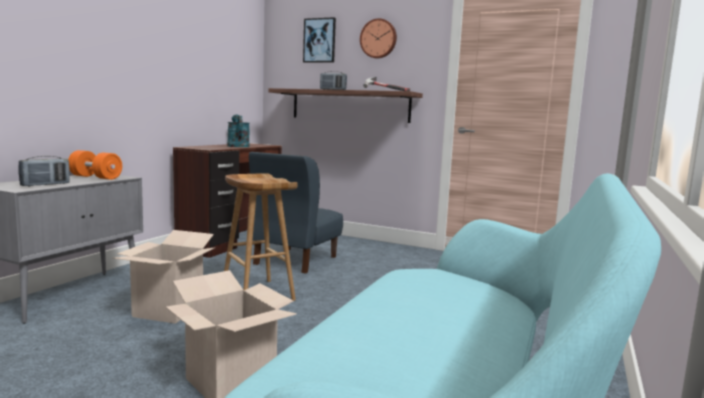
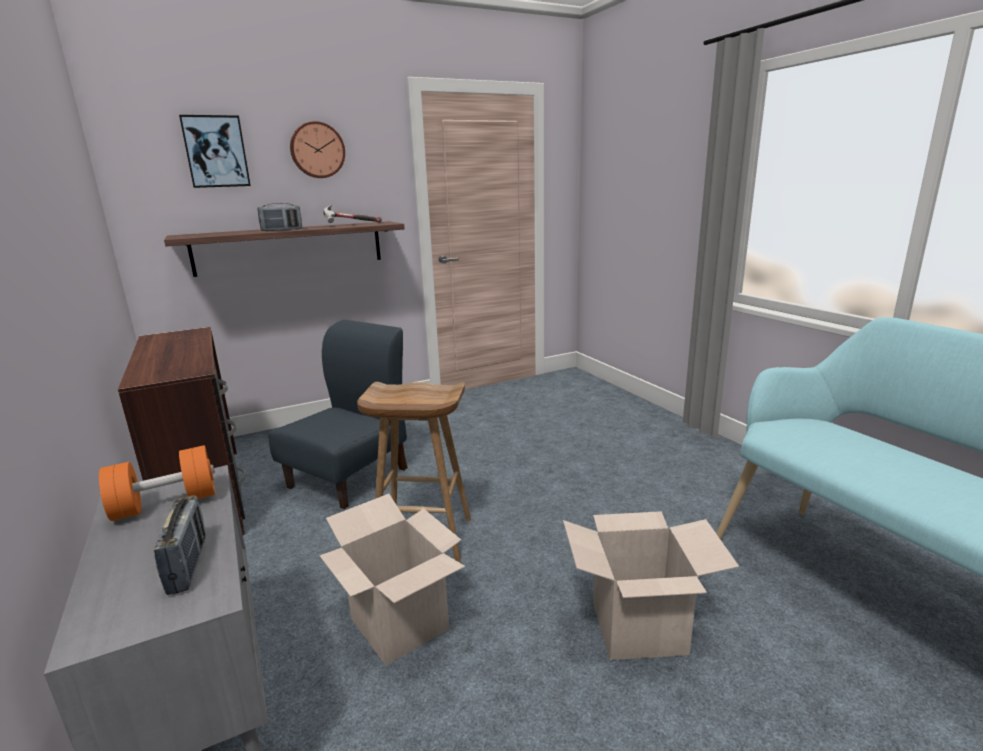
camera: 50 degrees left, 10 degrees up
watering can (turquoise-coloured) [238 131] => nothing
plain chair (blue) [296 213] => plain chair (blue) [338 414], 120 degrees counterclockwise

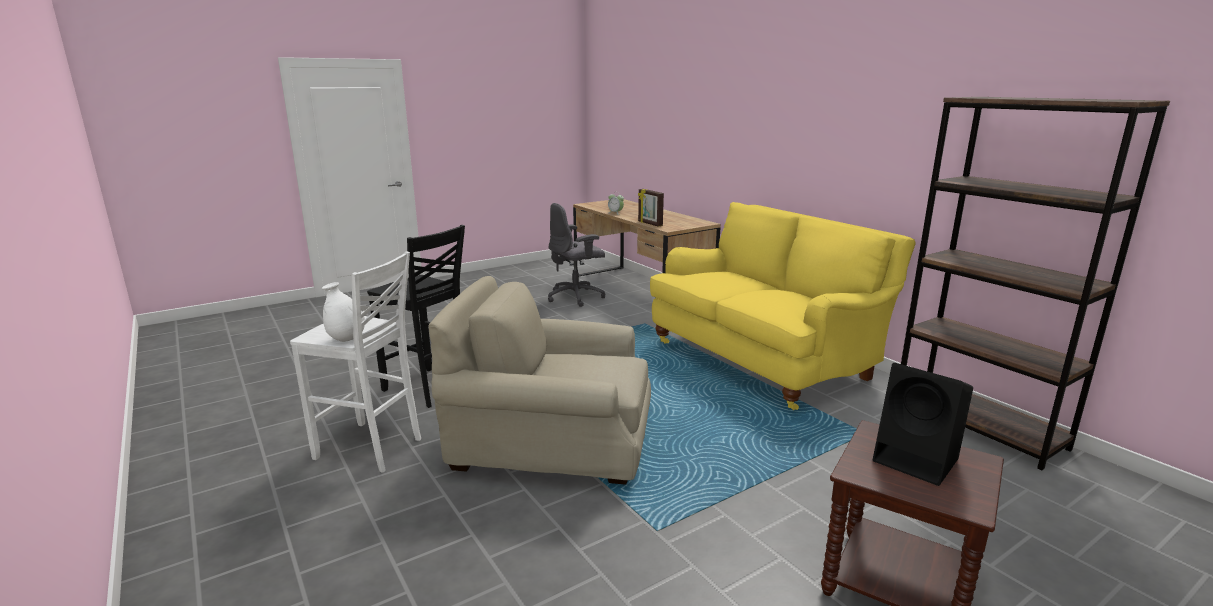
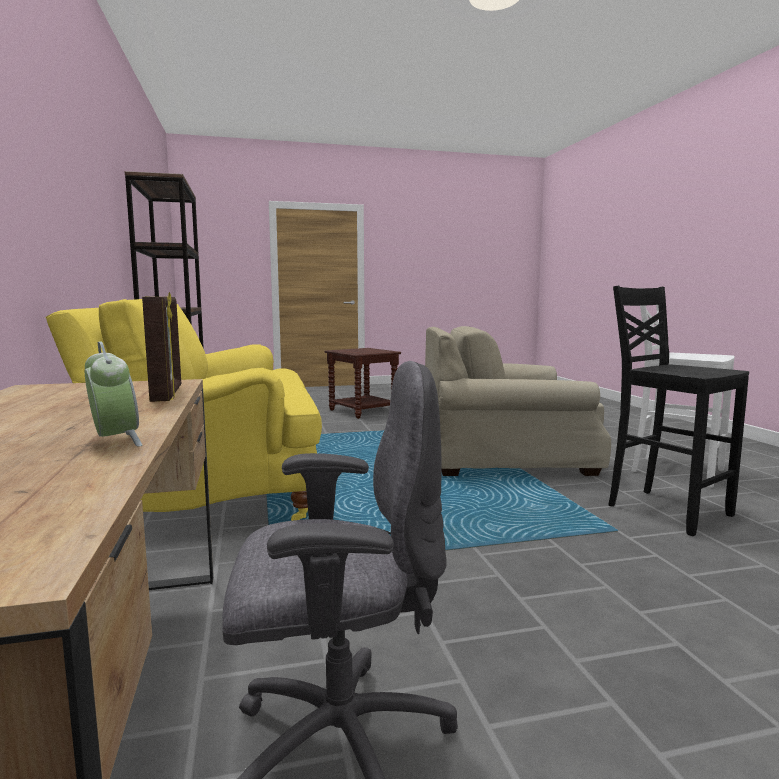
camera: 160 degrees left, 10 degrees down
easy chair (beige-coloured) [540 380] => easy chair (beige-coloured) [518 401], 150 degrees clockwise
vase (white) [343 312] => nothing
speaker (black-coloured) [923 424] => nothing

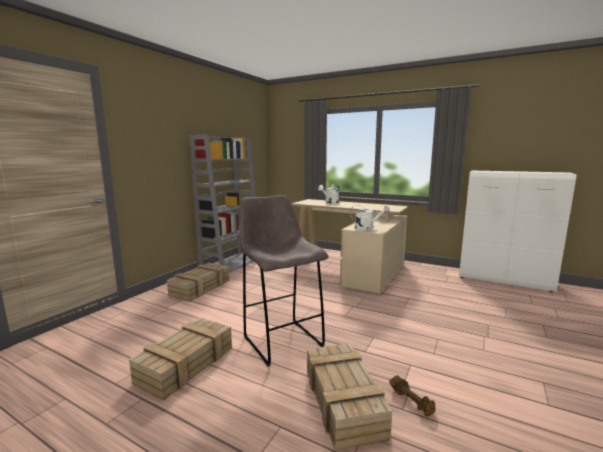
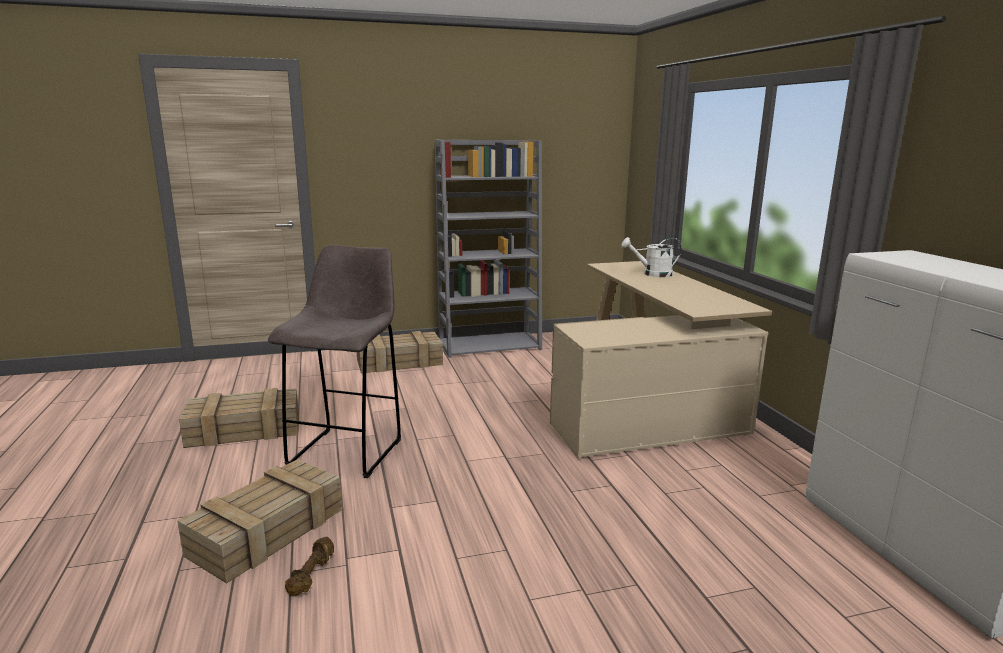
camera: 45 degrees right, 5 degrees up
watering can (white) [370 218] => nothing

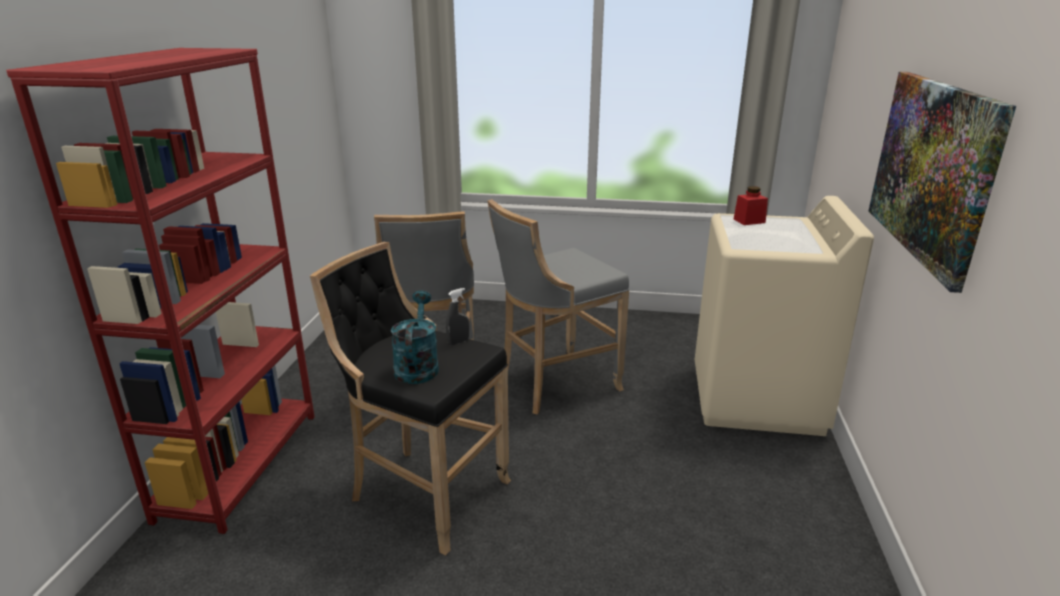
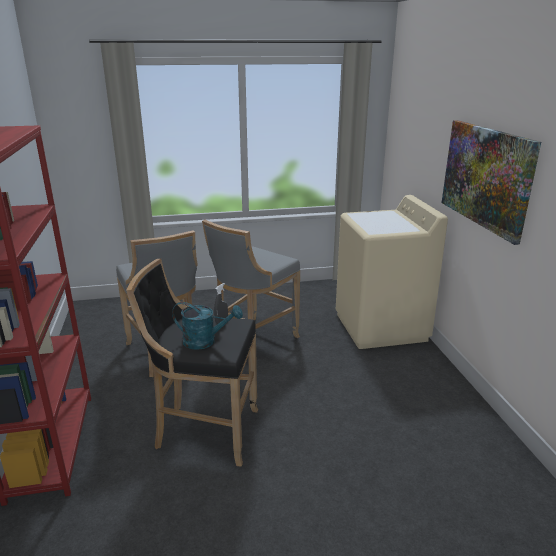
camera: 20 degrees left, 0 degrees up
storage jar (red) [750 205] => nothing
watering can (turquoise-coloured) [415 337] => watering can (turquoise-coloured) [207 326], 120 degrees clockwise

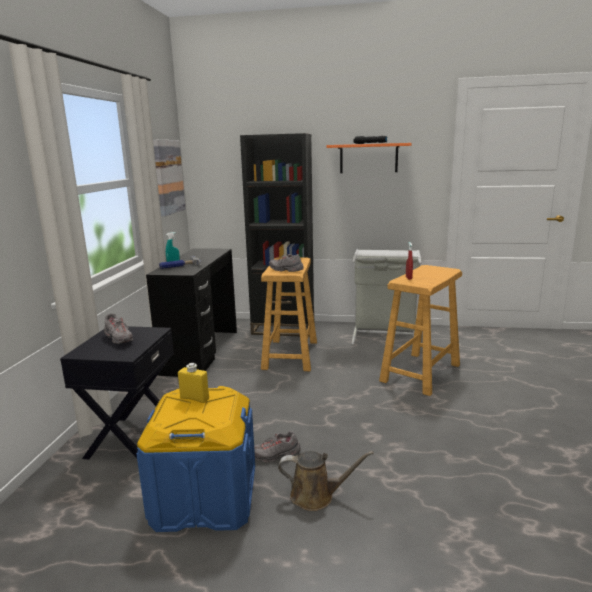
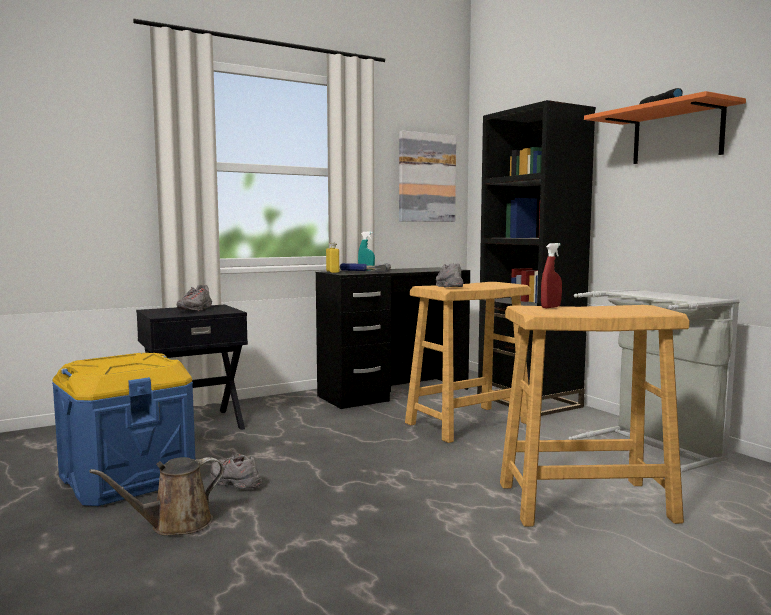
camera: 50 degrees right, 10 degrees down
bottle (yellow-coloured) [193 383] => bottle (yellow-coloured) [332 257], move
watering can (brown-coloured) [326 481] => watering can (brown-coloured) [156 496], 90 degrees clockwise

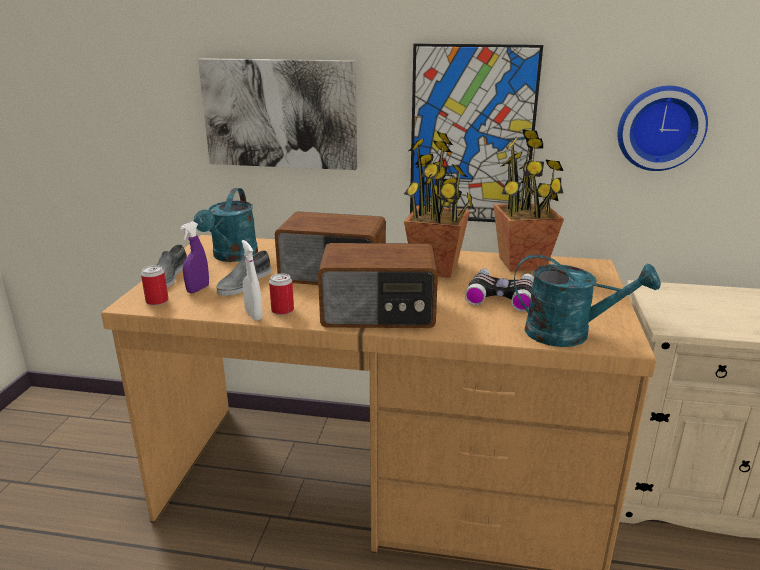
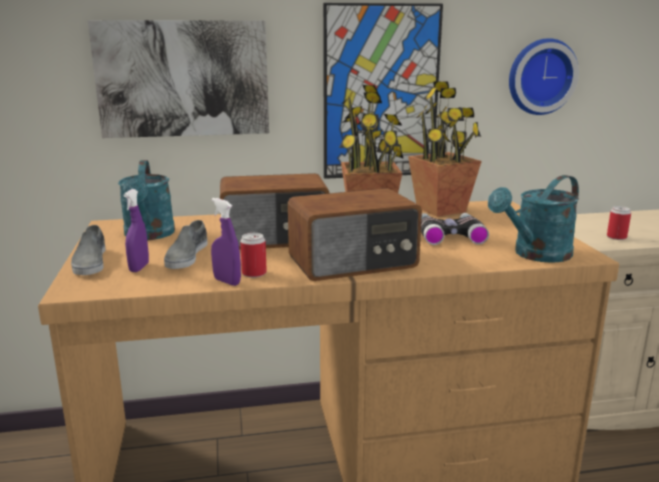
camera: 20 degrees left, 5 degrees down
spray bottle (white) [252 280] => spray bottle (purple-coloured) [226 242]
watering can (turquoise-coloured) [587 300] => watering can (turquoise-coloured) [533 219], 150 degrees clockwise
sealed can [155 285] => sealed can [619 223], move

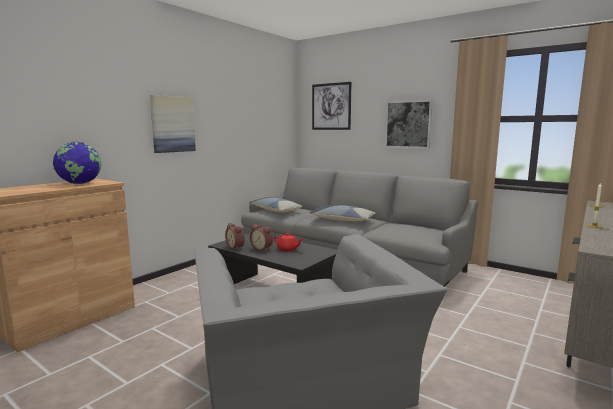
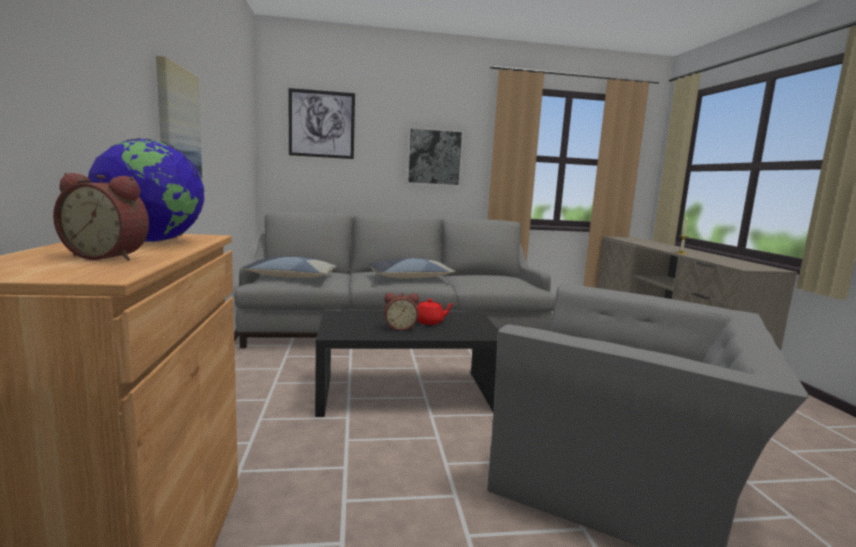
camera: 45 degrees left, 0 degrees up
bedside clock [235 236] => bedside clock [101 217], move

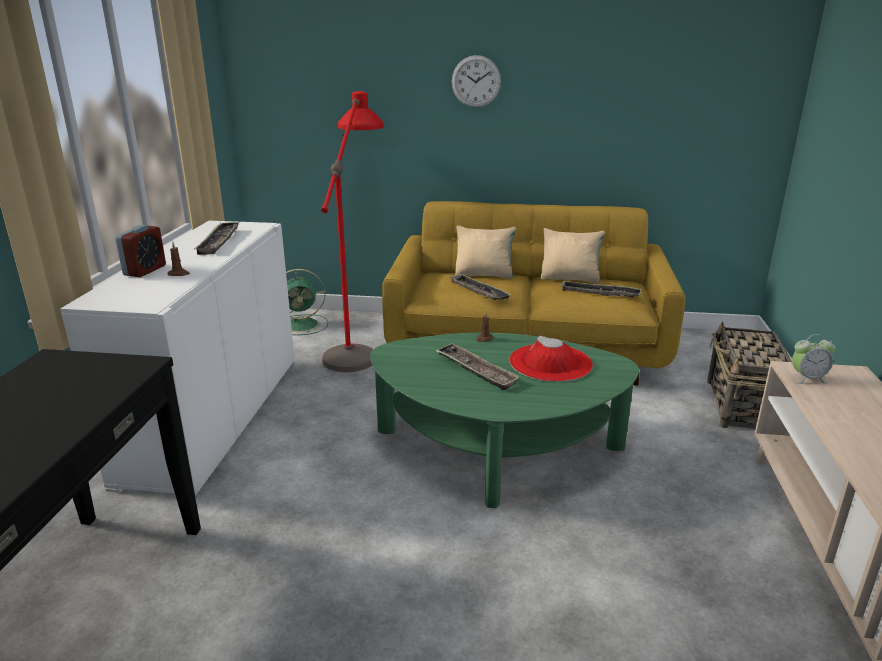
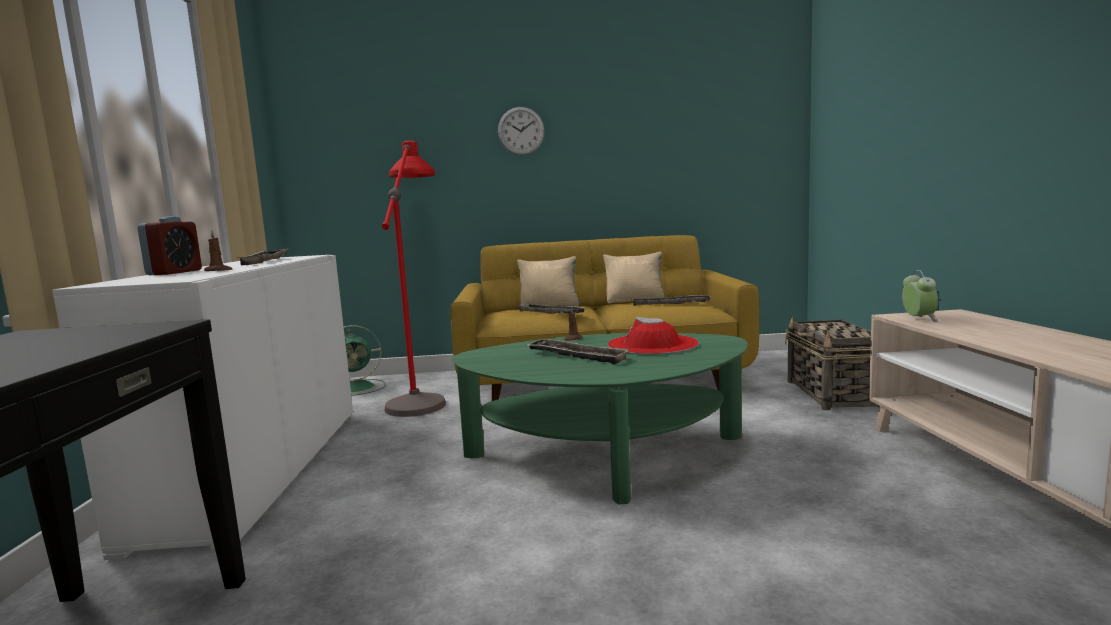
camera: 10 degrees left, 15 degrees down
bedside clock [814 359] => bedside clock [920 296], 75 degrees counterclockwise

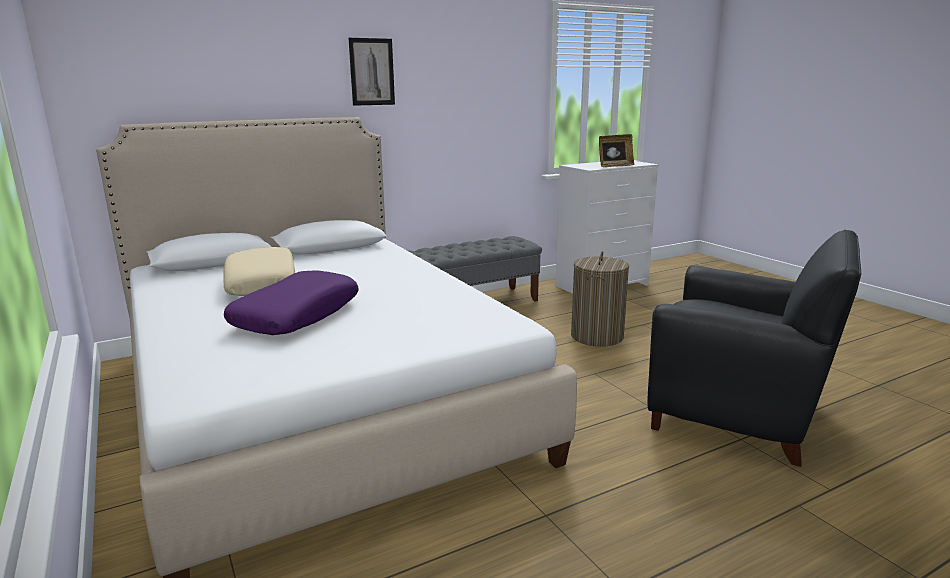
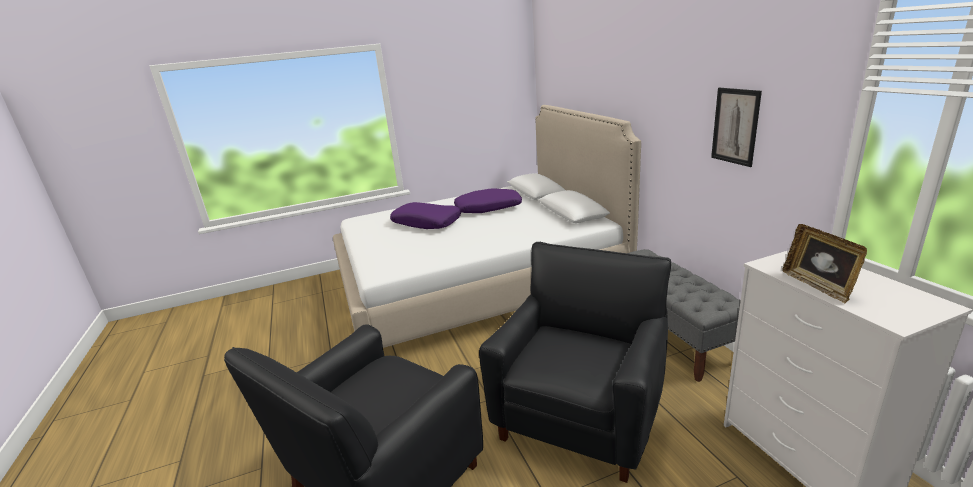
camera: 100 degrees right, 5 degrees up
picture [371 72] => picture [736 127], move
throw pillow (beige-coloured) [259 271] => throw pillow (purple-coloured) [488 200]
hamper [600 299] => easy chair (black-coloured) [575 362]

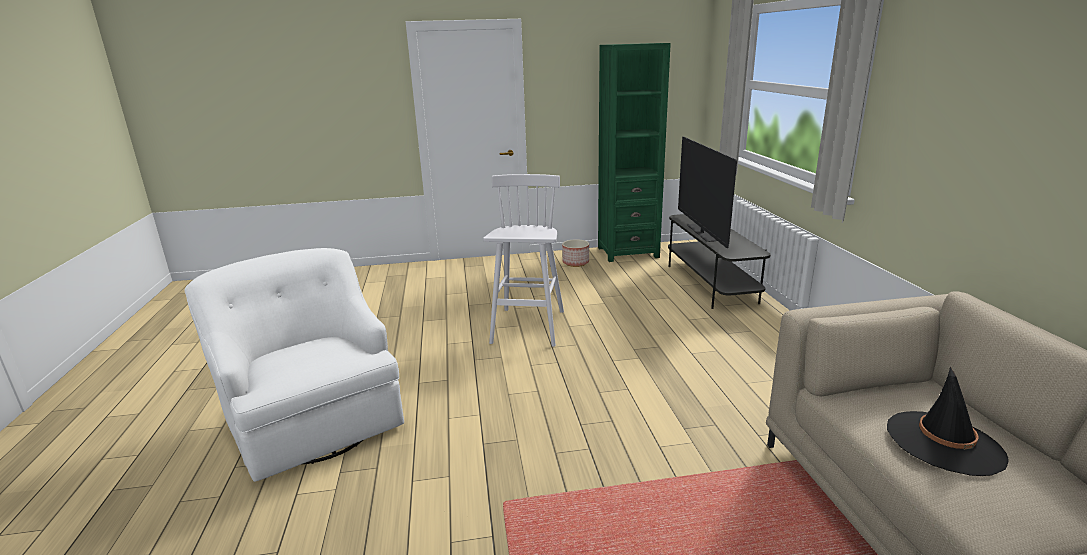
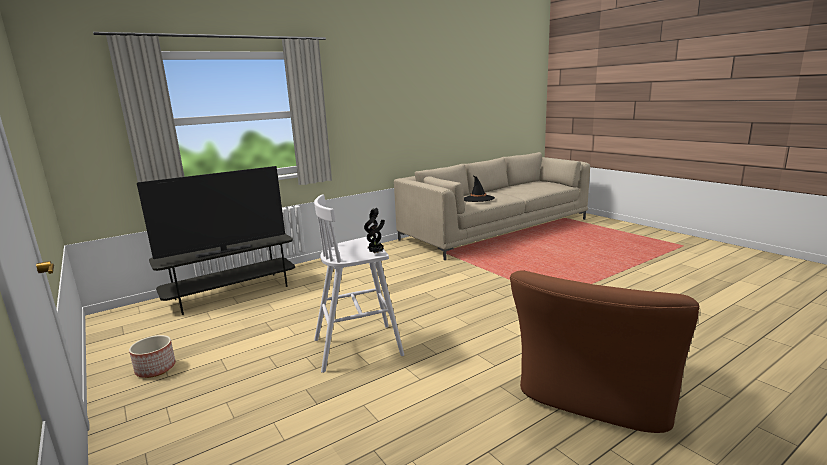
camera: 115 degrees left, 5 degrees down
bookshelf (green) [634 152] => nothing
easy chair (white) [294 365] => easy chair (brown-coloured) [604 351]
nothing => houseplant [374 230]

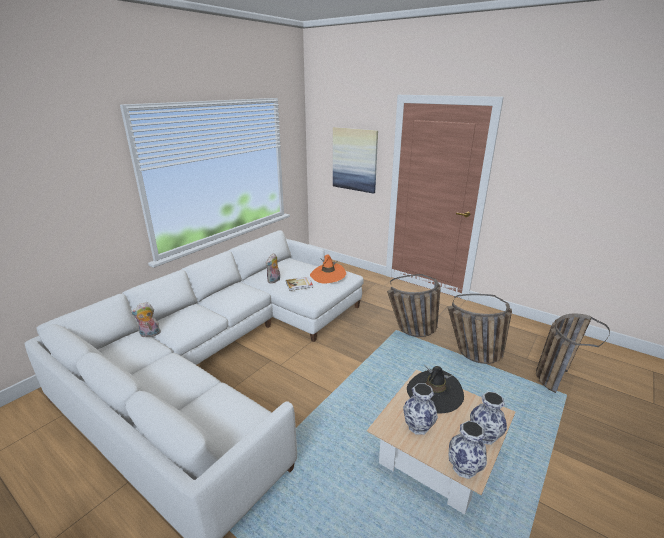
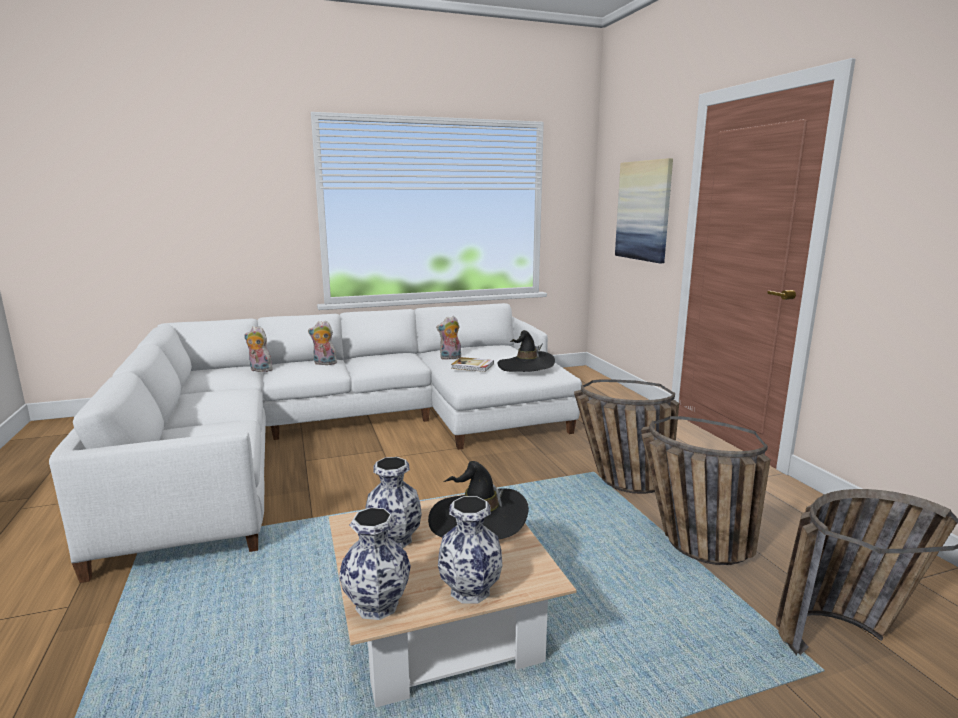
camera: 35 degrees right, 10 degrees down
hat (orange-coloured) [328 269] => hat (black-coloured) [526 351]
nothing => soft toy [322 343]

